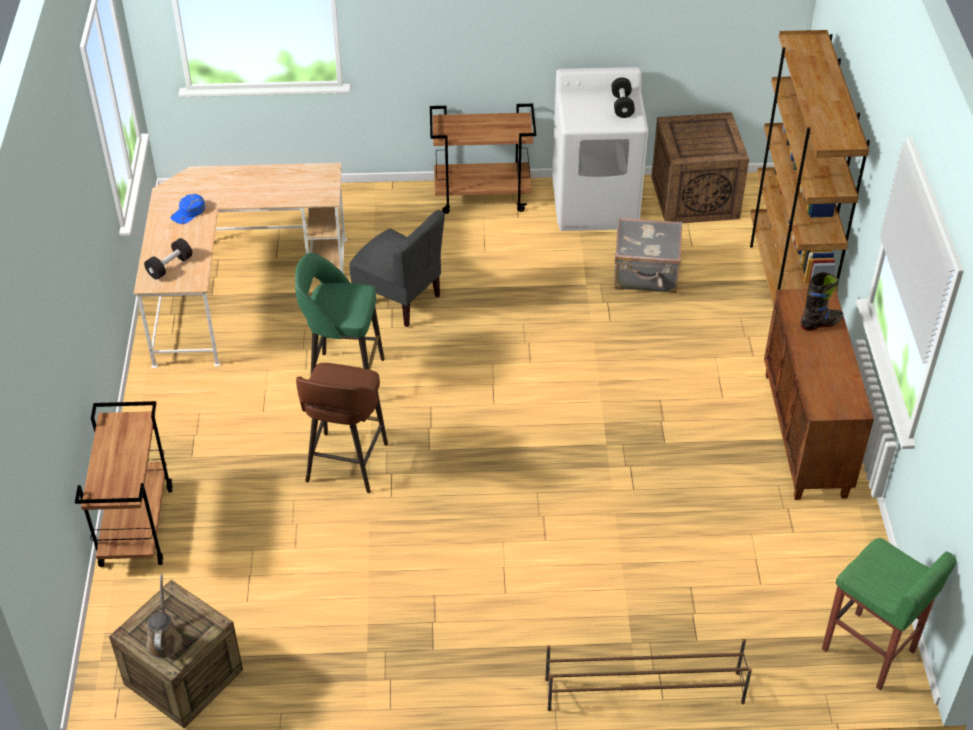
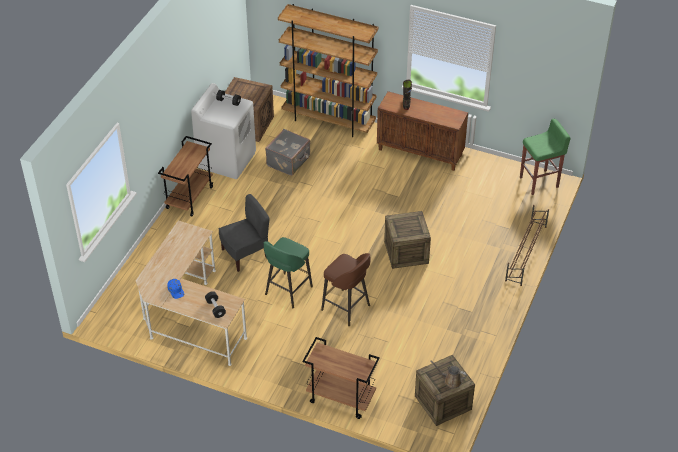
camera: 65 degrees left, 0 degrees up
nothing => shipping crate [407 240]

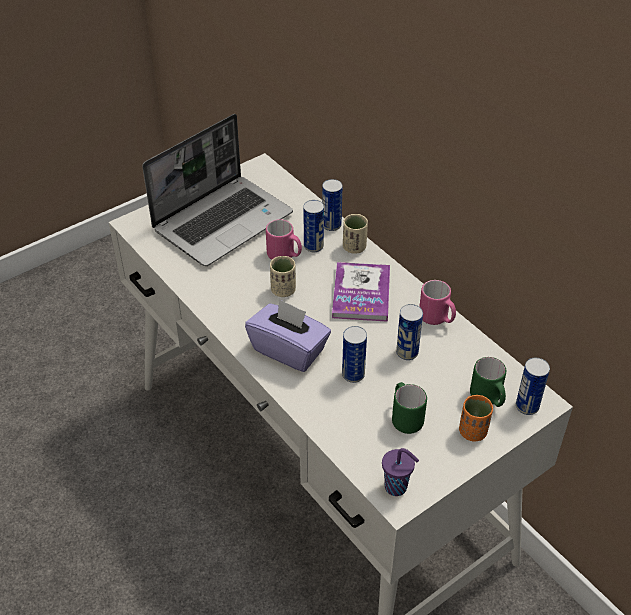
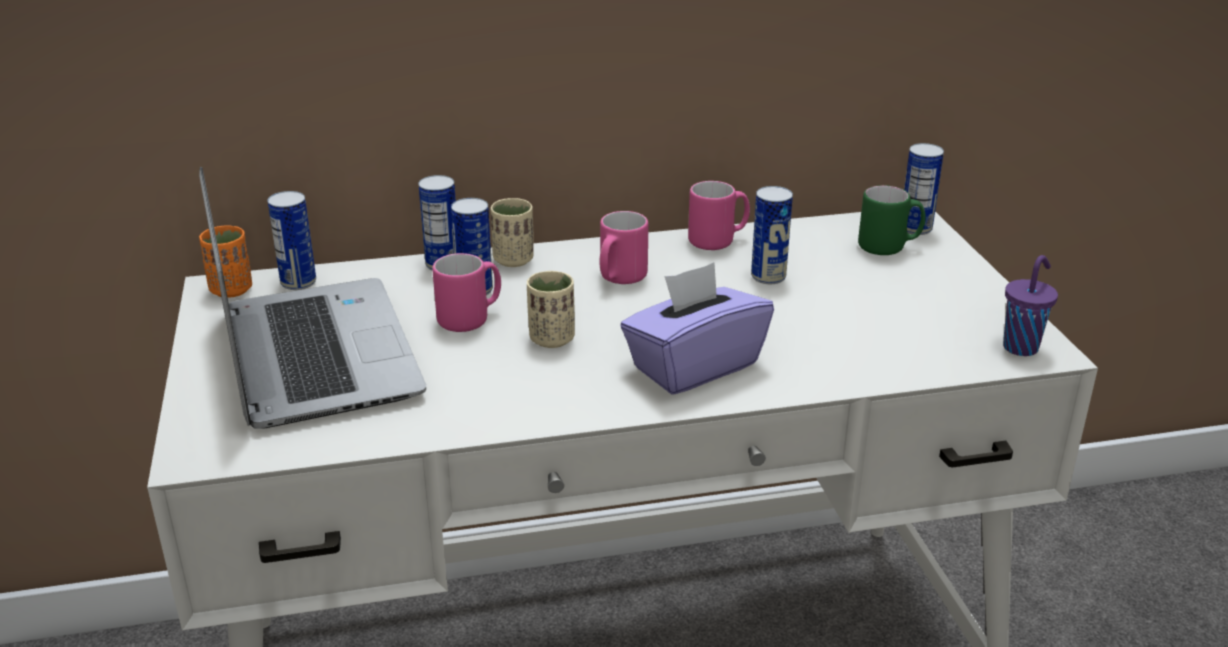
camera: 65 degrees left, 15 degrees down
volume [361 292] => tea mug (pink) [624 247]
sealed can [354 354] => sealed can [291 240], move
tea mug (green) [409 408] => nothing
drinking cup (orange-coloured) [476 418] => drinking cup (orange-coloured) [225 262], move

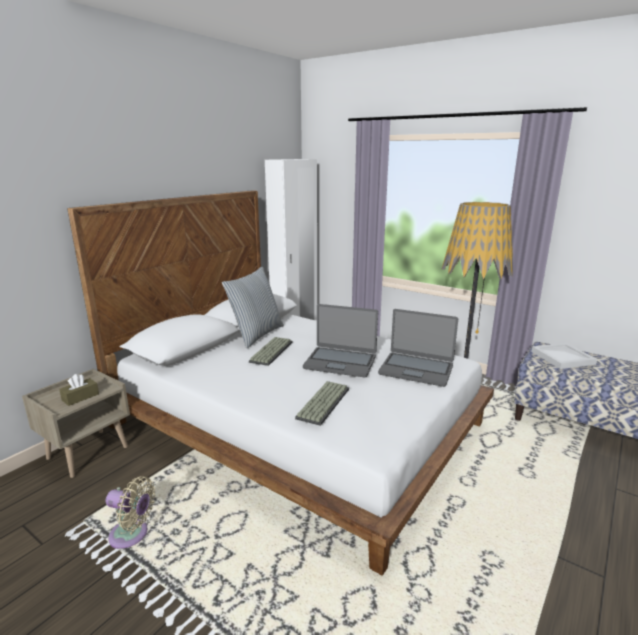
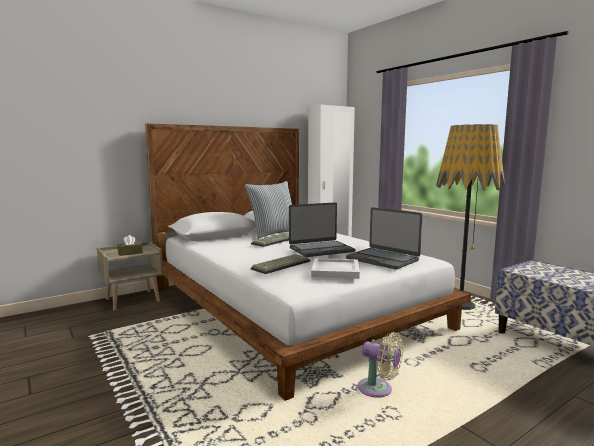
camera: 20 degrees right, 10 degrees down
laptop [340 341] => laptop [322 229], 60 degrees counterclockwise
carrying tray (white) [564 356] => carrying tray (white) [335 268], move
fan (beige-coloured) [130 512] => fan (beige-coloured) [381 365], move

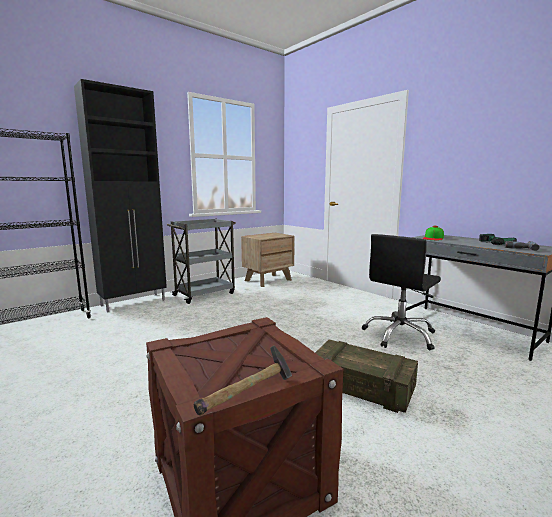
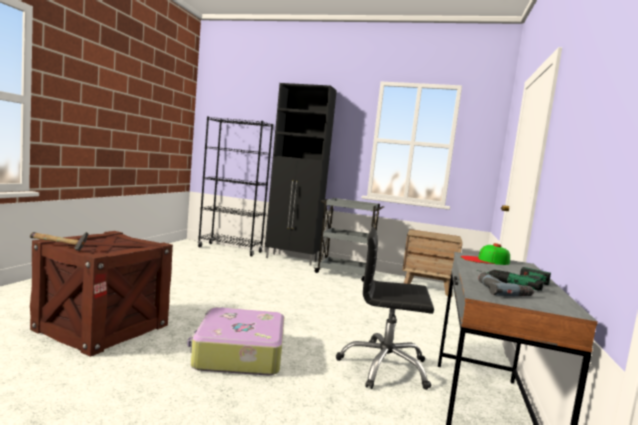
camera: 55 degrees right, 5 degrees down
shipping crate [366 376] => piece of luggage [235 341]

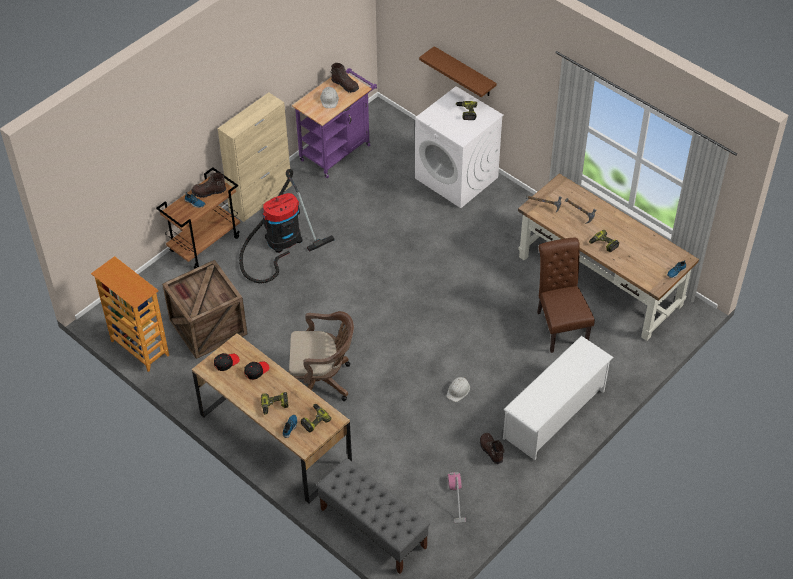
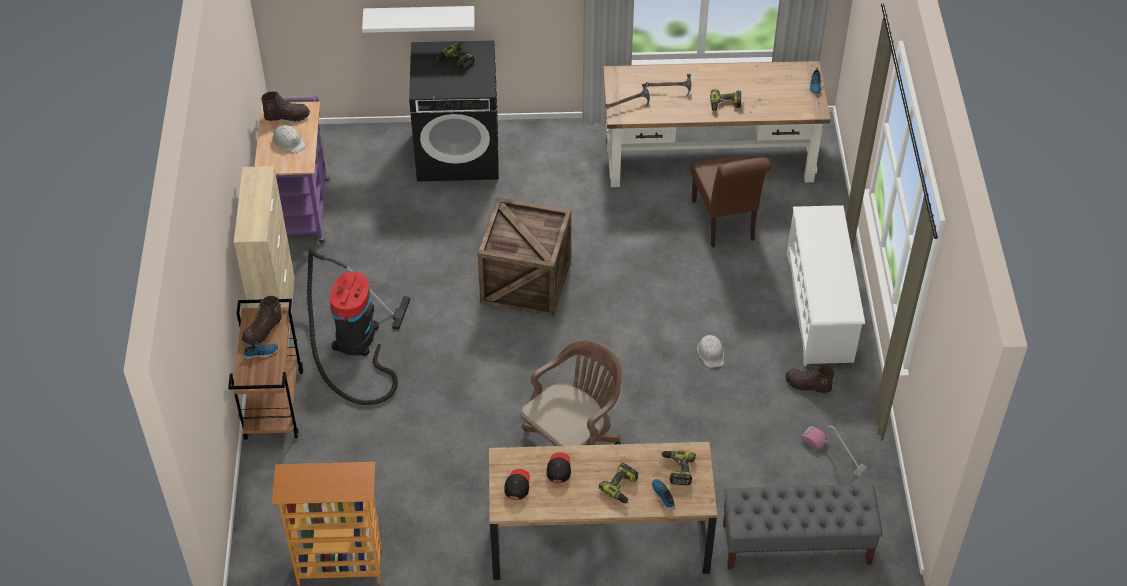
camera: 45 degrees left, 0 degrees up
bracket shelf (brown-coloured) [457 71] => bracket shelf (white) [418 19]
washing machine (white) [459 147] => washing machine (black-coloured) [454 110]
plain chair (brown-coloured) [566 295] => plain chair (brown-coloured) [730 201], 135 degrees counterclockwise
shipping crate [205 309] => shipping crate [524 256], move

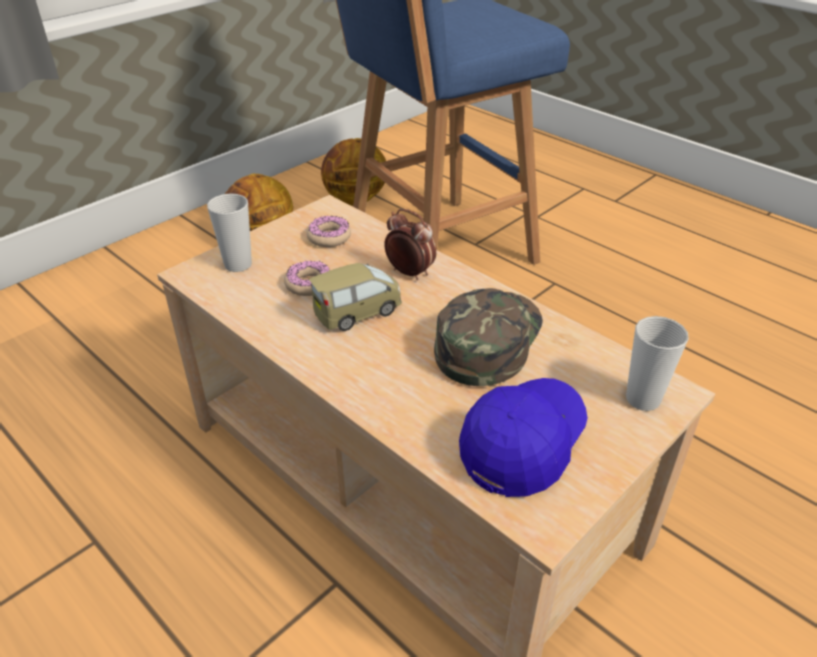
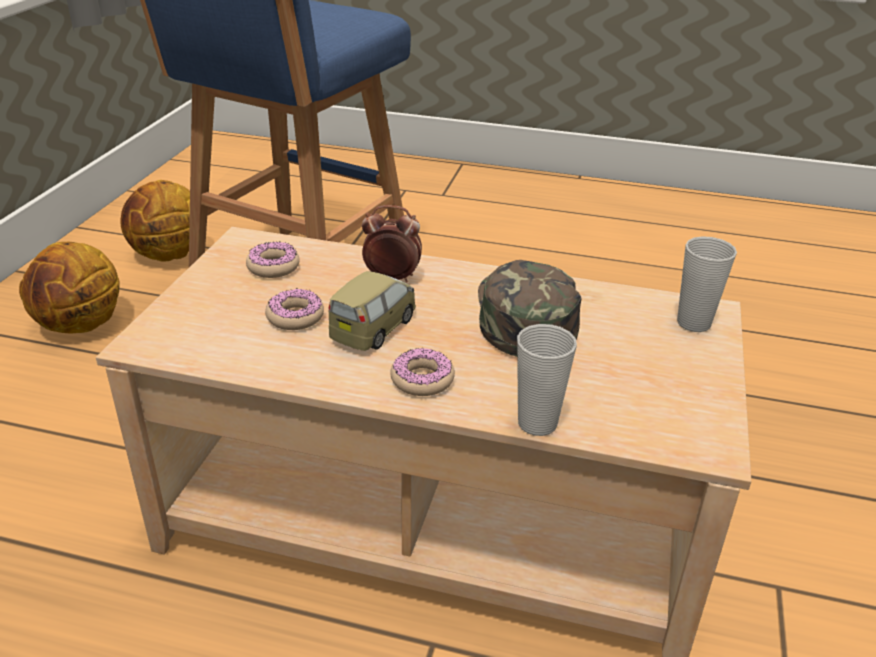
camera: 30 degrees left, 5 degrees down
drinking cup [229 232] => drinking cup [547 380], move
baseball cap (blue) [523 437] => nothing
nothing => doughnut [422 372]

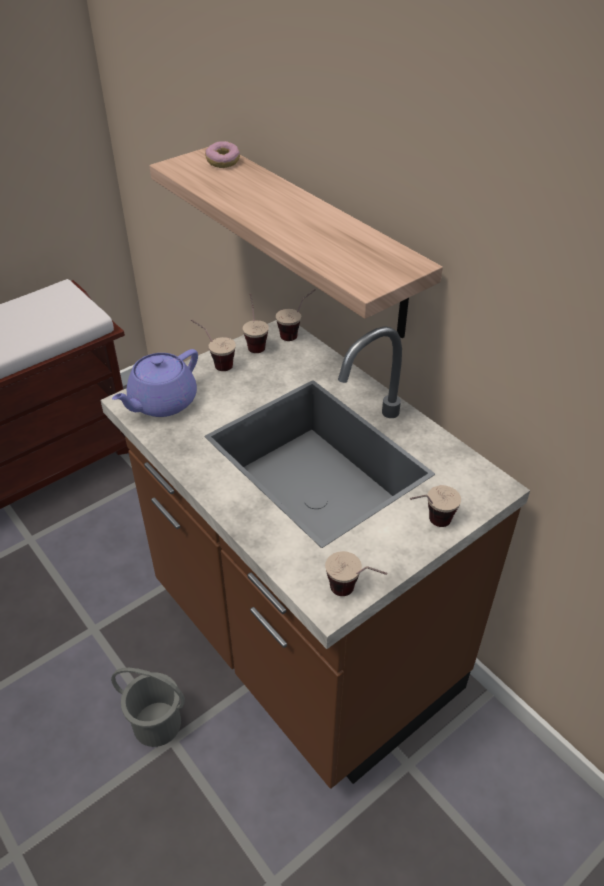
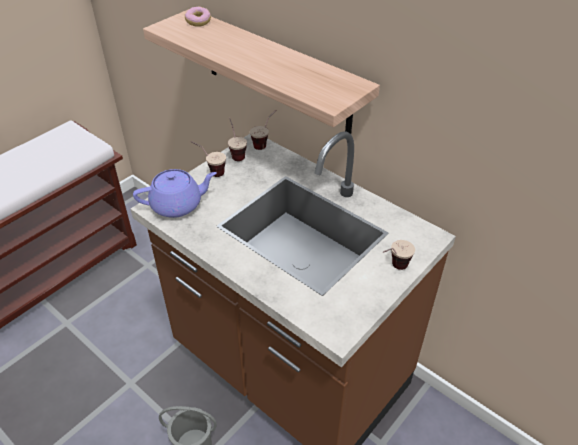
camera: 10 degrees left, 0 degrees up
pot for tea (purple-coloured) [155 383] => pot for tea (purple-coloured) [175 193], 135 degrees counterclockwise
drinking cup [356 573] => nothing

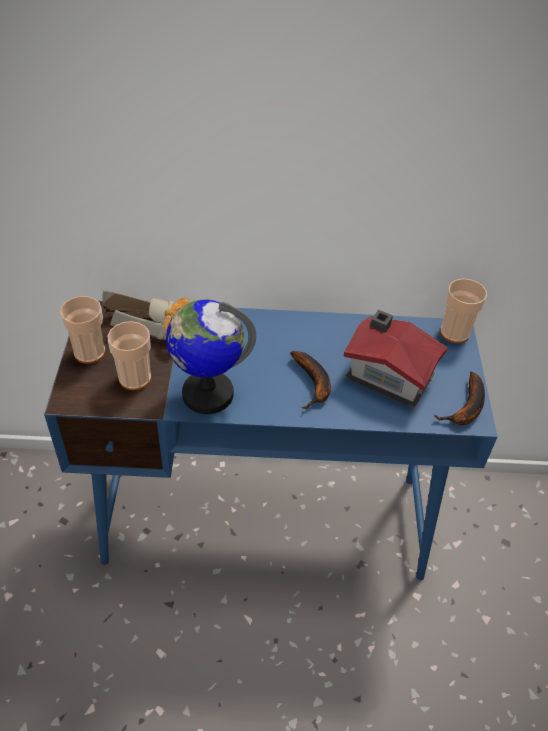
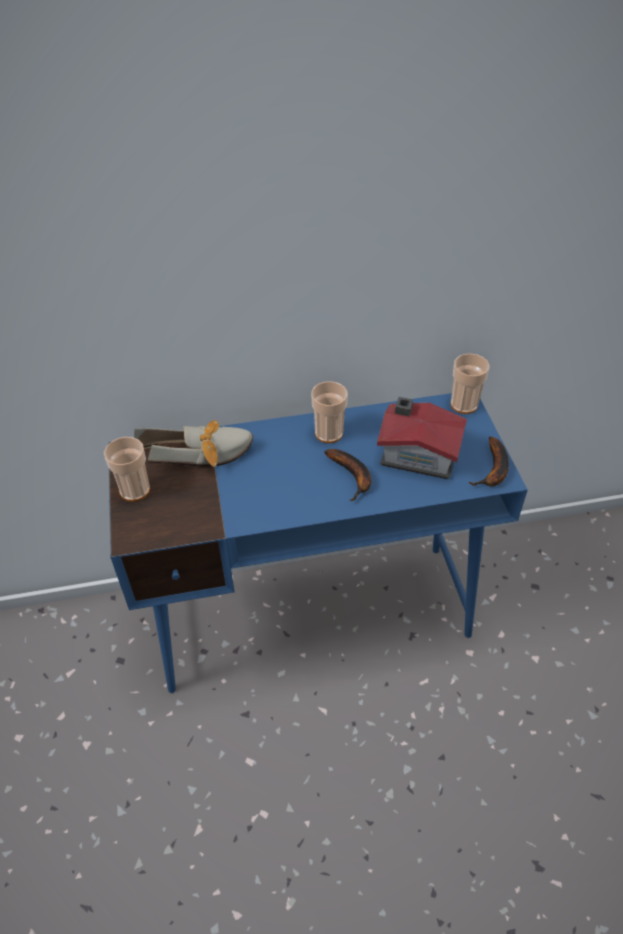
camera: 10 degrees left, 0 degrees up
globe [211 356] => nothing
drinking cup [129 355] => drinking cup [329 412], move

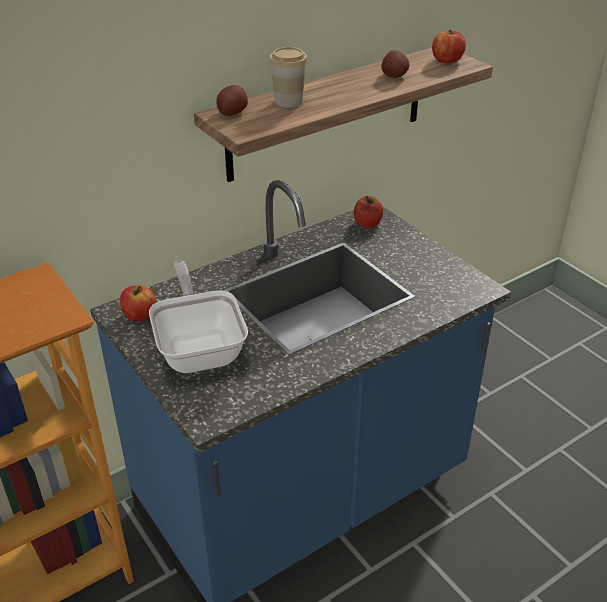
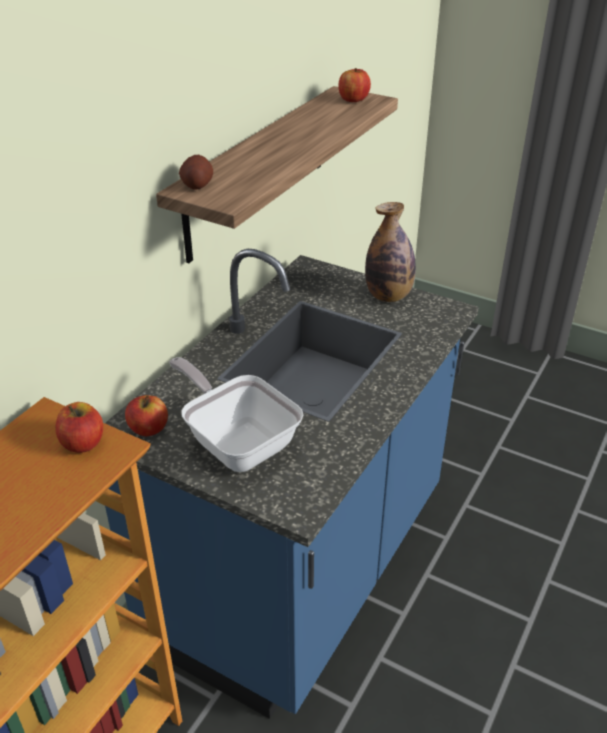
camera: 25 degrees left, 0 degrees up
drinking cup [288 77] => nothing
whole potato [396 64] => nothing
apple fruit [368 212] => apple fruit [79 427], move
nothing => bottle [390 252]

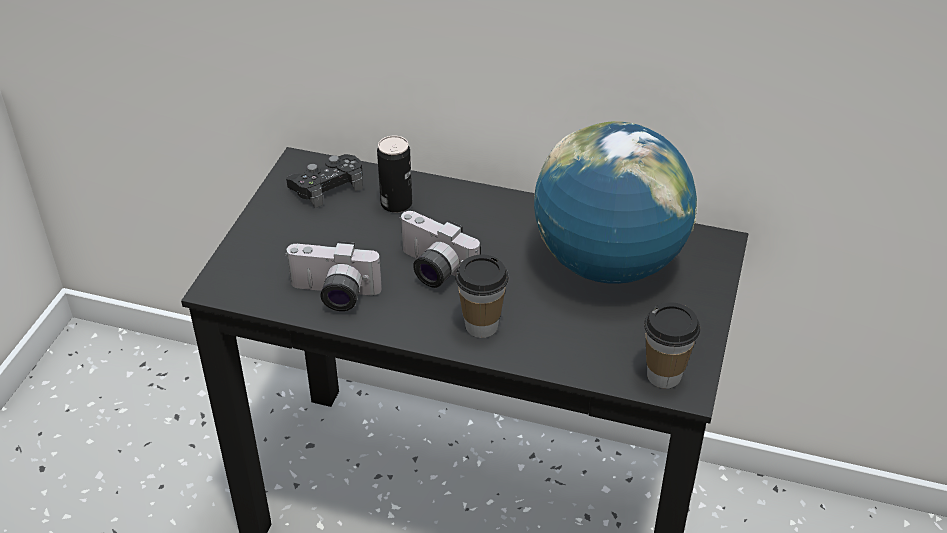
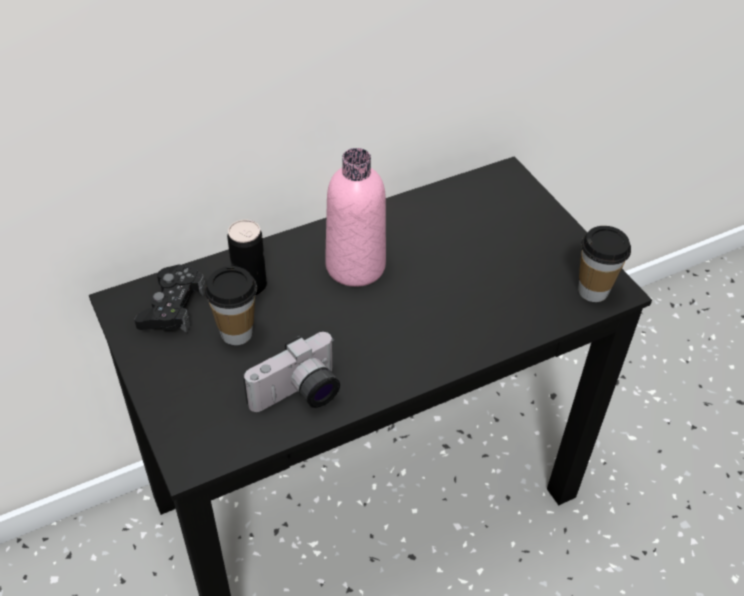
camera: 45 degrees left, 5 degrees up
globe [615 202] => nothing
photo camera [440 249] => nothing
drinking cup [482 296] => drinking cup [231 305], move
nothing => bottle (pink) [355 217]

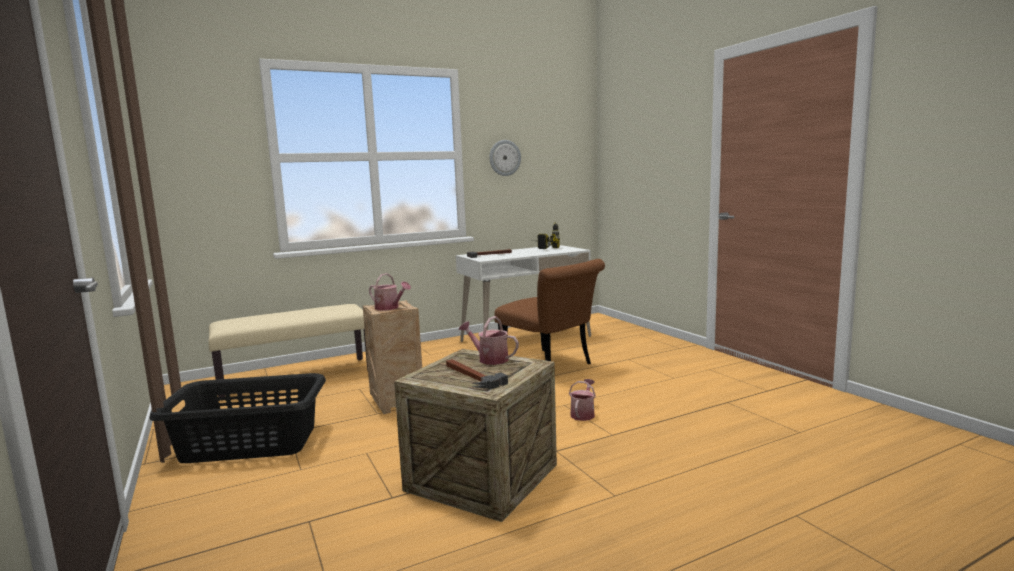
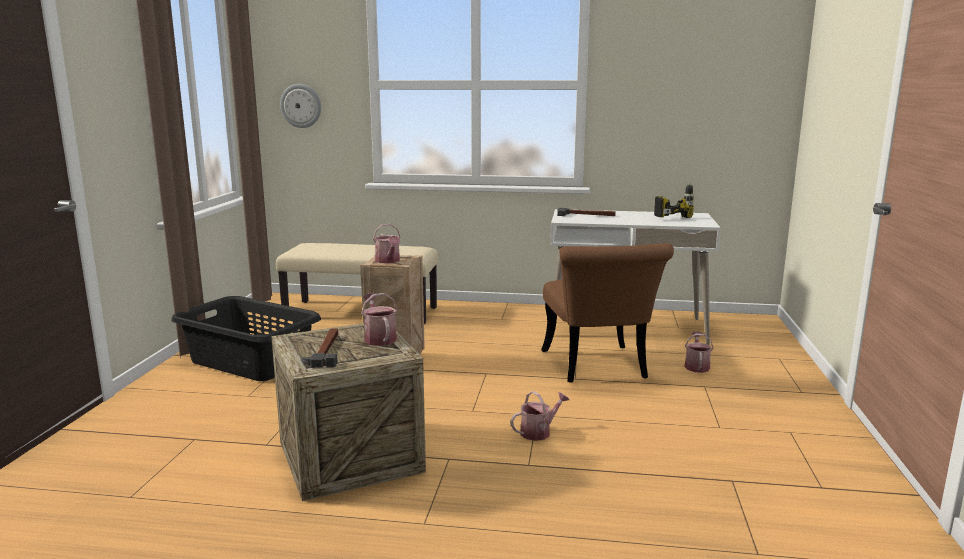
camera: 35 degrees right, 5 degrees up
hanging clock [505 158] => hanging clock [300 106], move
nothing => watering can [699 352]

